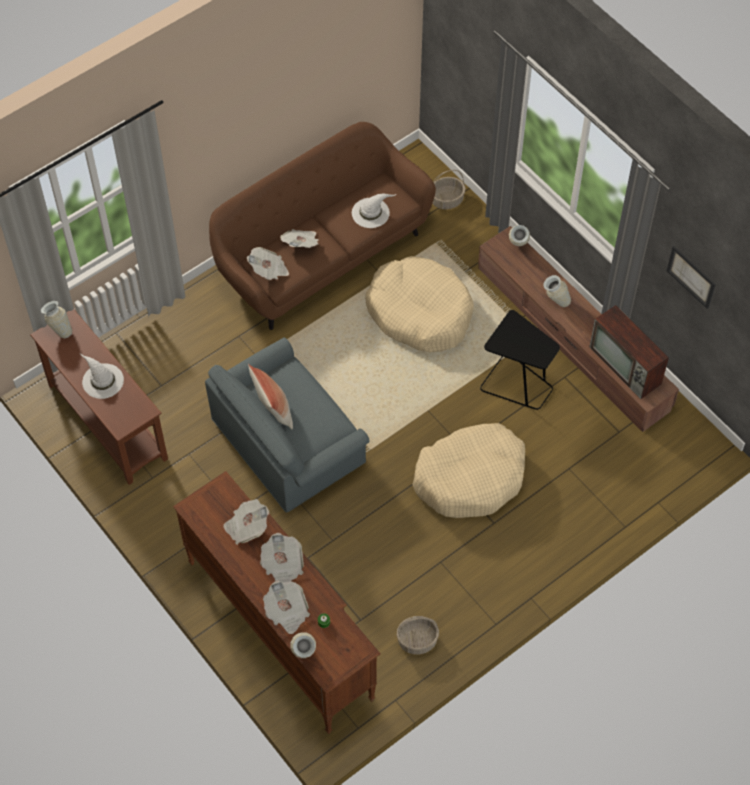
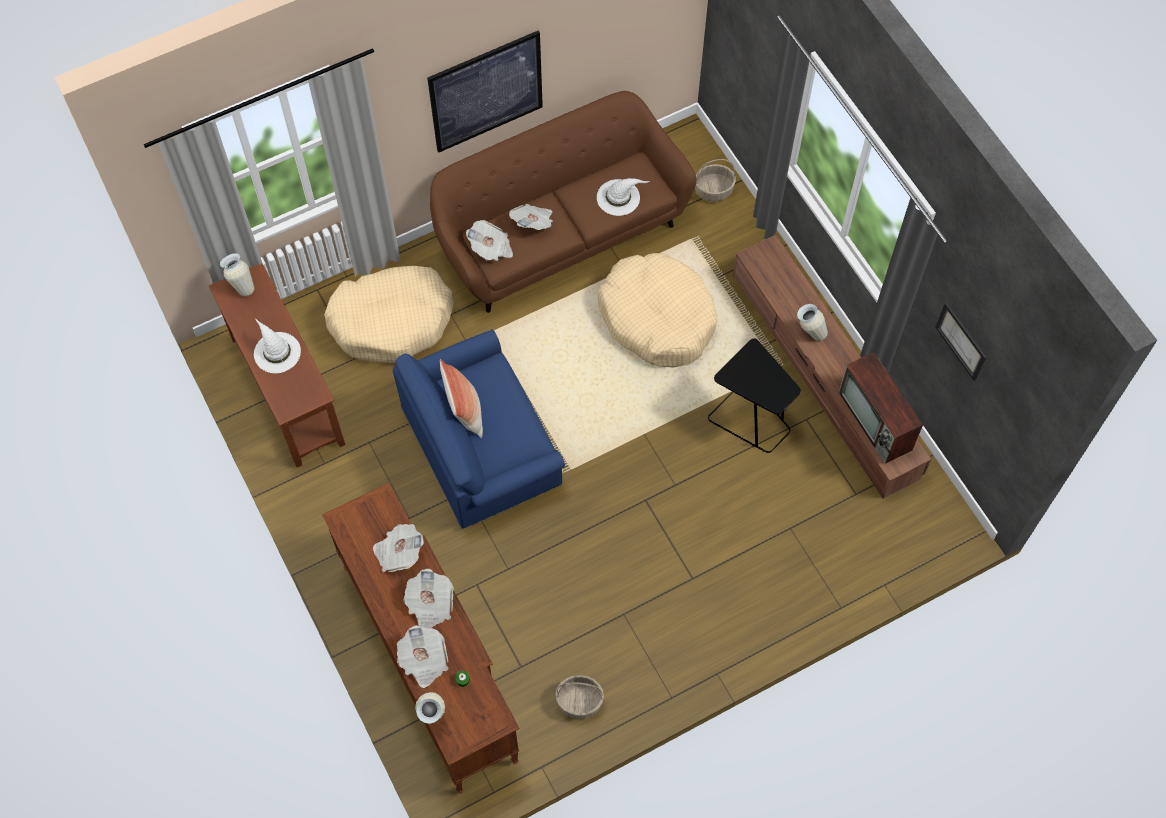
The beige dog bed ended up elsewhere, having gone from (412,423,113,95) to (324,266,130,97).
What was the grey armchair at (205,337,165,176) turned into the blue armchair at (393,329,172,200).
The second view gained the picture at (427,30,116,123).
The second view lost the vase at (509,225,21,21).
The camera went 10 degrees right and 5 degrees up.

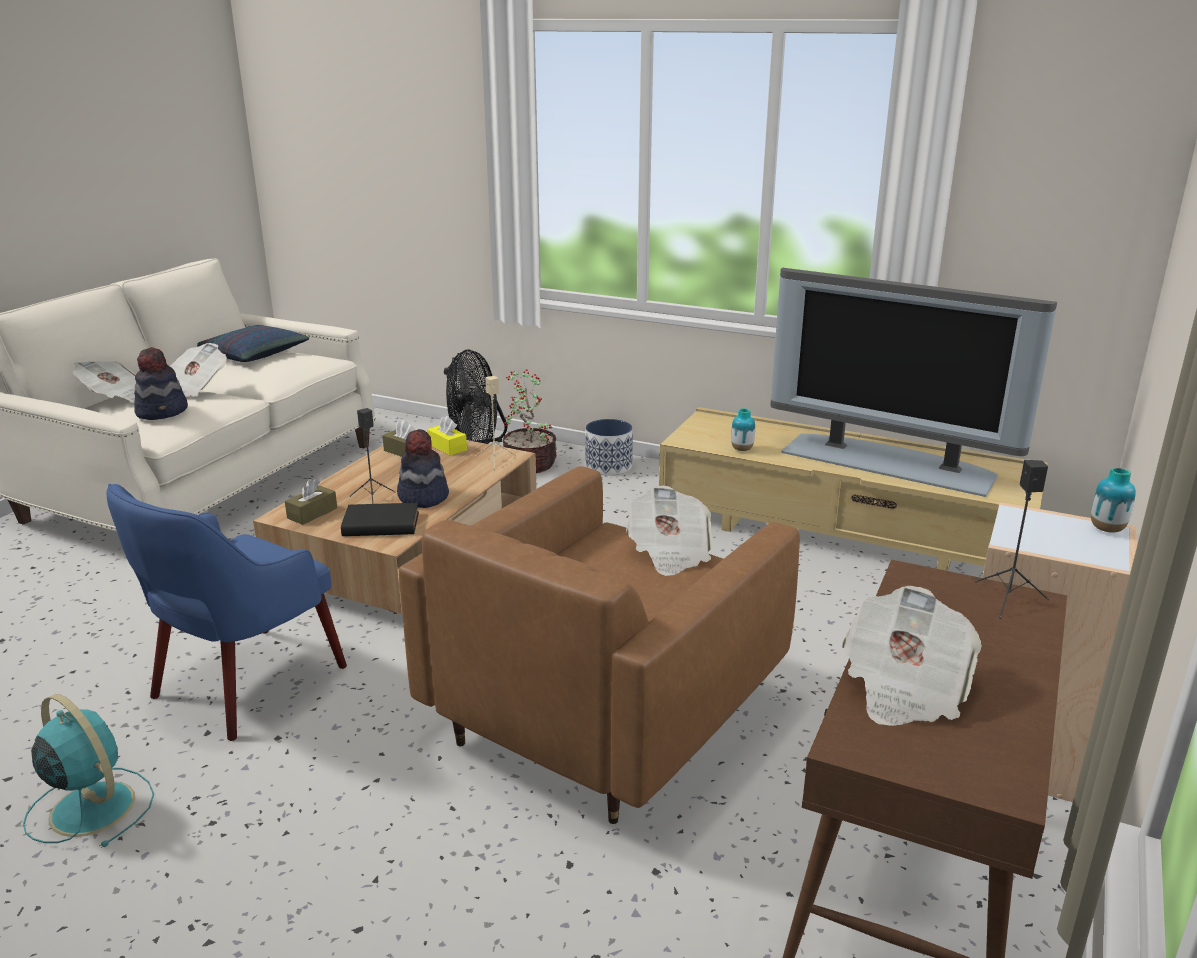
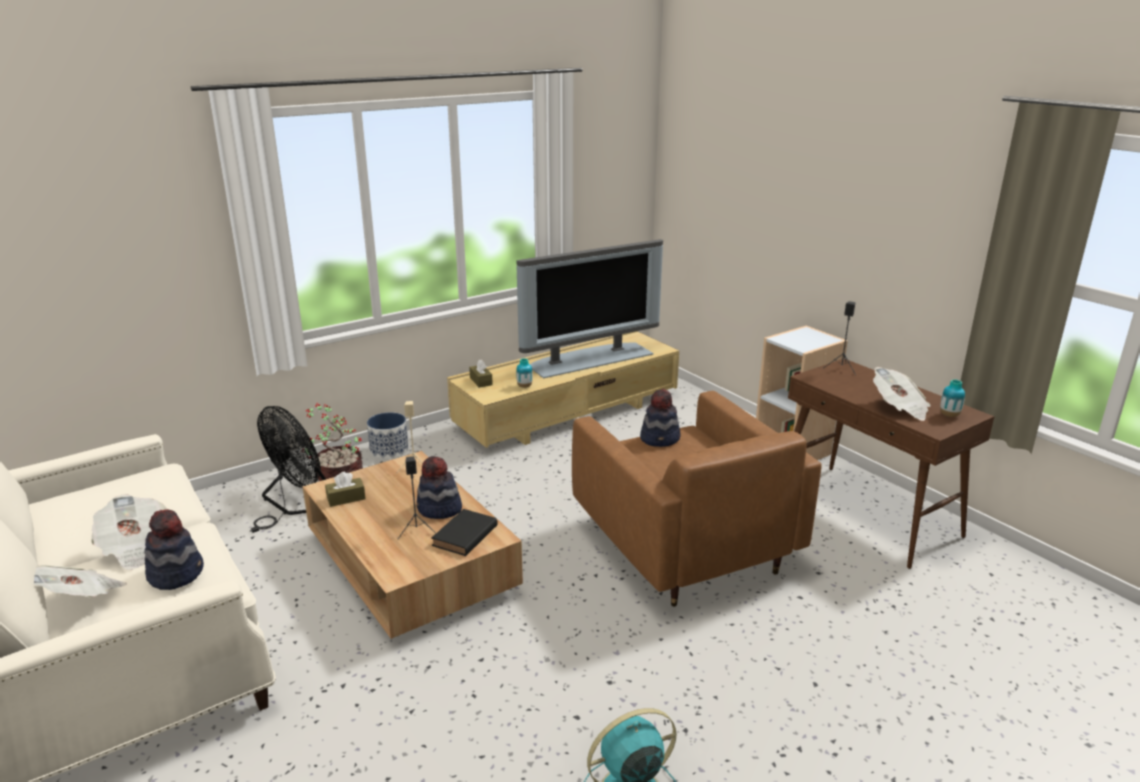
The brown tissue box ended up elsewhere, having gone from (285,479,52,46) to (469,360,24,28).
Where the newspaper stood at (626,486,87,90), the hat came to stand at (640,389,41,58).
The vase ended up elsewhere, having gone from (1091,467,45,66) to (940,379,25,38).
The second view lost the blue armchair at (107,484,240,257).
The second view lost the blue pillow at (197,325,112,37).
The second view lost the yellow tissue box at (427,416,40,40).
The camera went 60 degrees left and 0 degrees up.

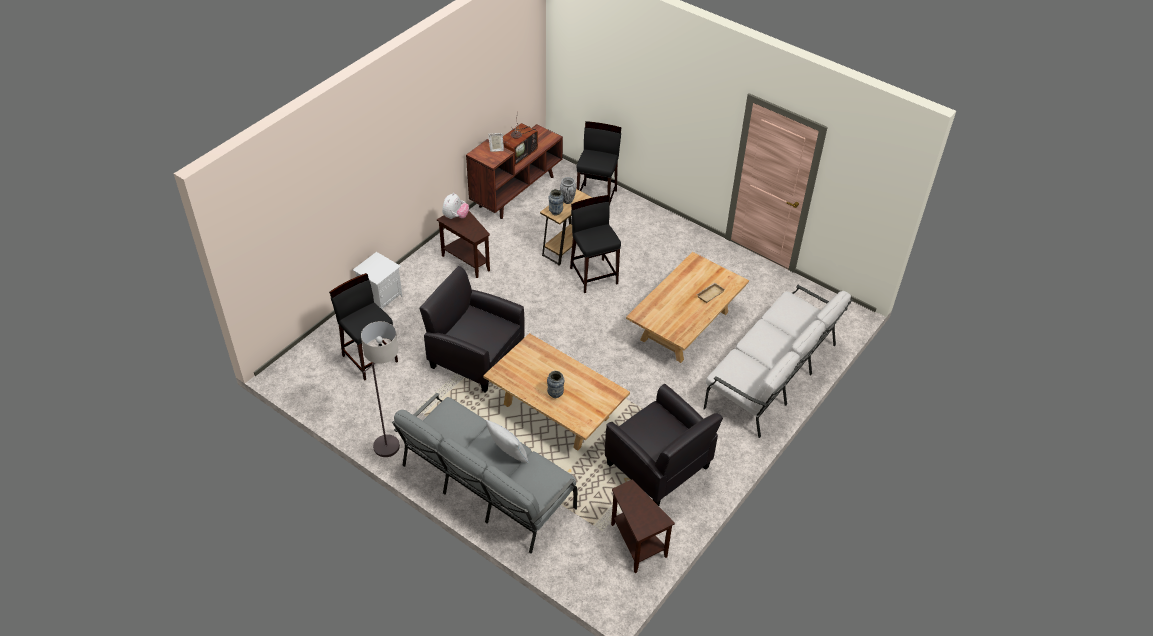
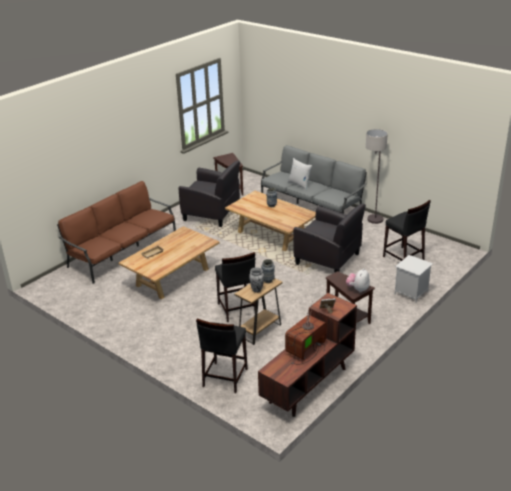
What was the white sofa at (704,285,149,153) turned into the brown sofa at (57,181,119,103).
The black armchair at (605,384,118,122) ended up facing another way, 150 degrees clockwise from before.
The camera went 175 degrees left and 15 degrees down.

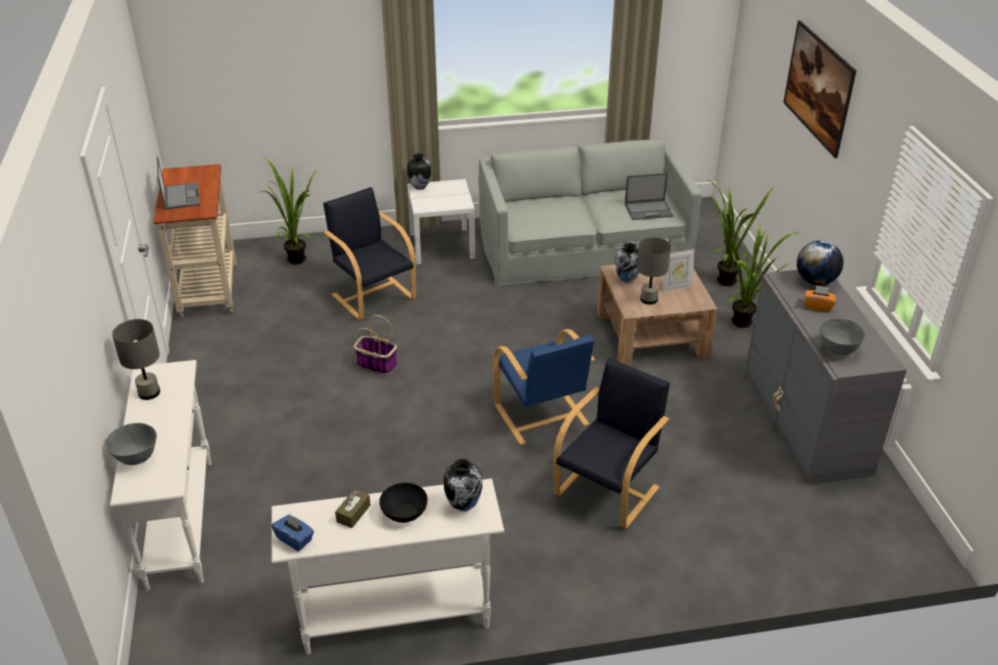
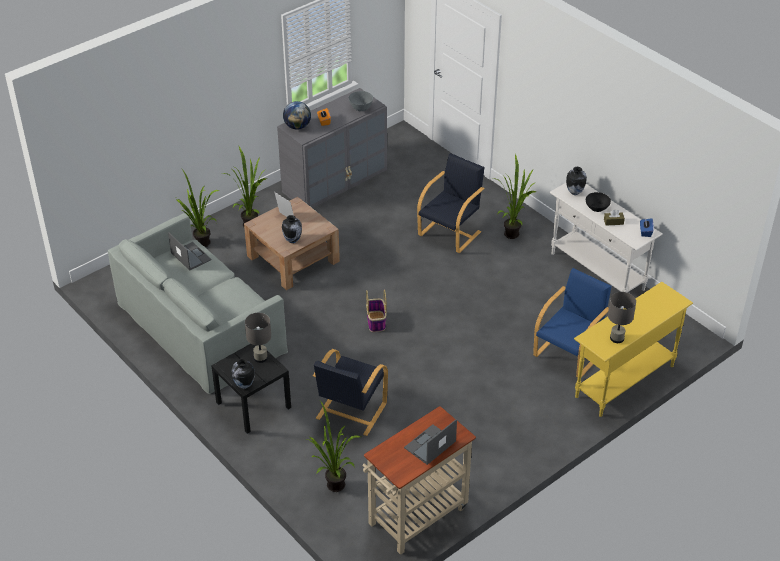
What was the white side table at (407,179,68,86) turned into the black side table at (211,344,80,90).
The grey table lamp ended up elsewhere, having gone from (637,237,34,68) to (245,313,26,50).
The basket ended up elsewhere, having gone from (354,315,43,60) to (366,289,21,43).
The black armchair at (554,358,116,171) ended up facing another way, 120 degrees clockwise from before.
The second view gained the potted plant at (493,155,44,84).
The blue armchair ended up elsewhere, having gone from (493,329,102,116) to (533,268,79,110).
What was the white console table at (110,360,102,231) turned into the yellow console table at (574,282,119,135).
The second view lost the grey bowl at (105,423,52,42).
The second view lost the picture at (783,21,73,137).
The camera went 120 degrees left and 5 degrees up.

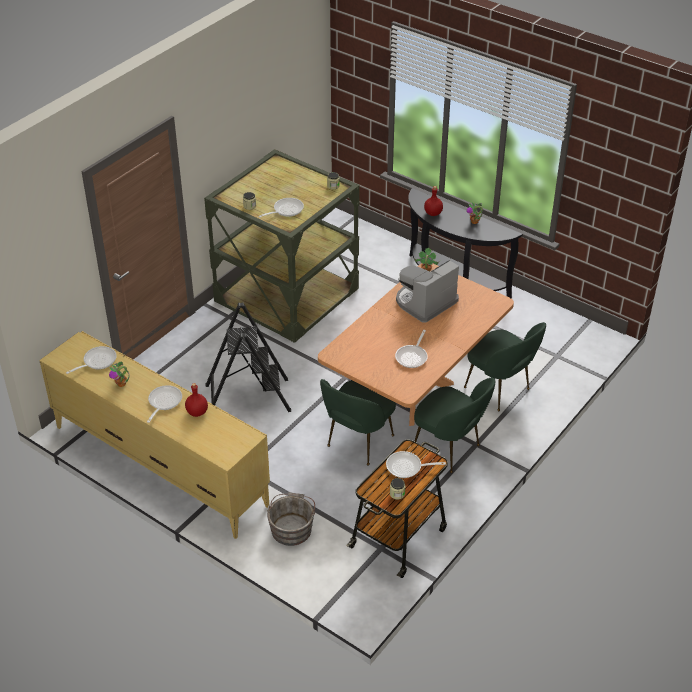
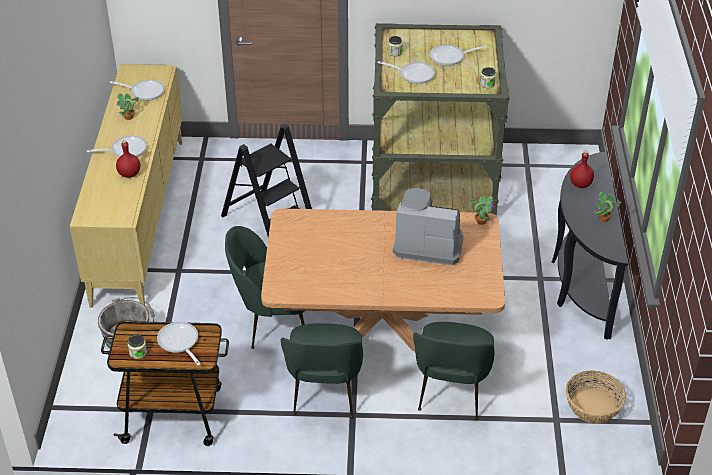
The frying pan ended up elsewhere, having gone from (395,330,33,38) to (430,45,57,21).
The second view gained the basket at (566,370,60,54).
The camera went 55 degrees right and 0 degrees up.

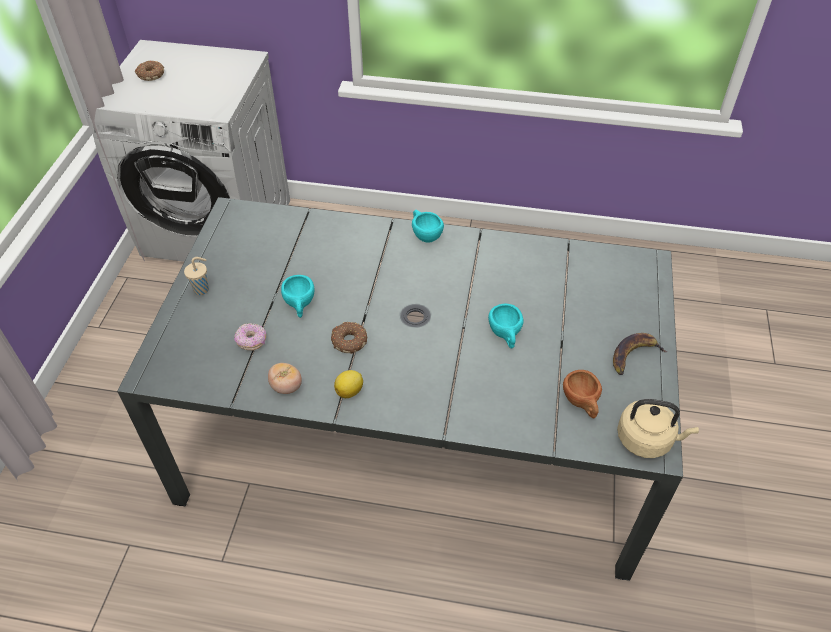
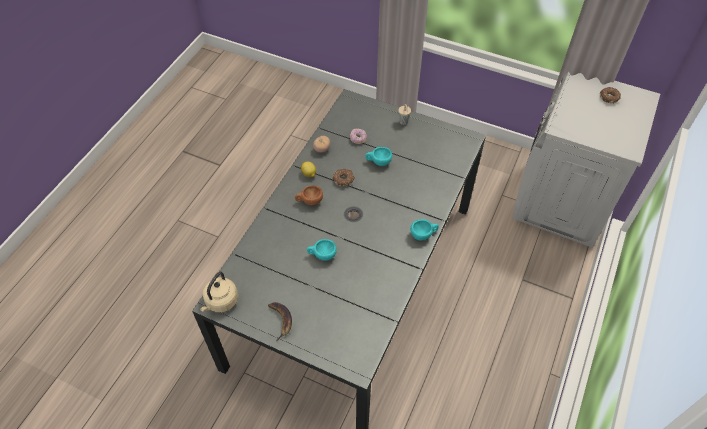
The brown cup ended up elsewhere, having gone from (563,370,39,48) to (295,185,28,20).
The camera went 105 degrees right and 5 degrees up.

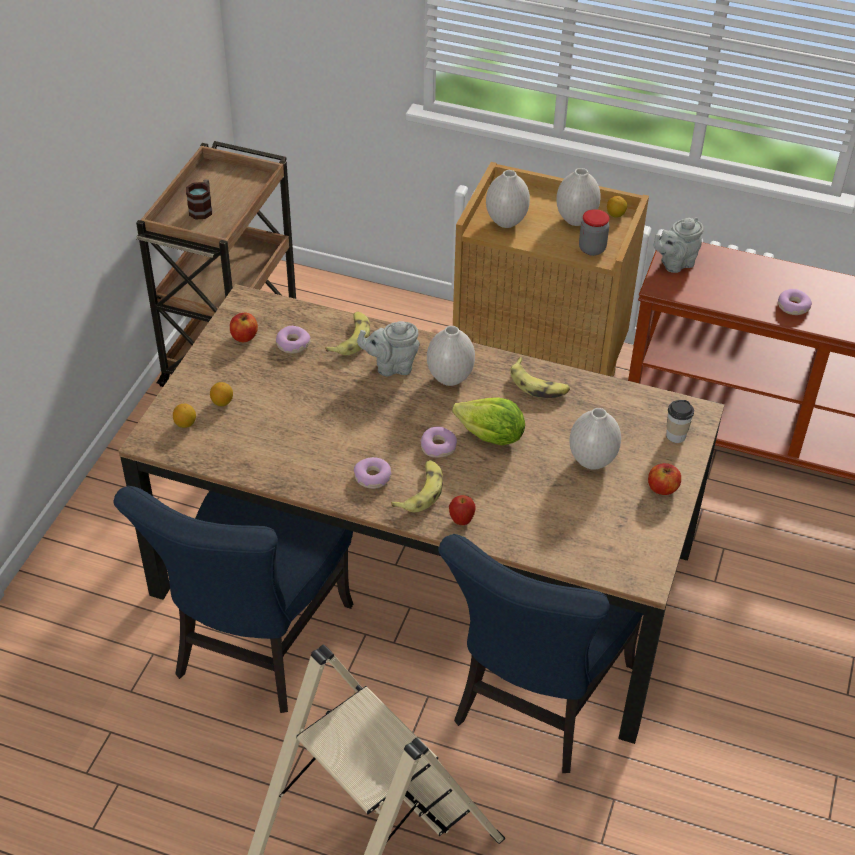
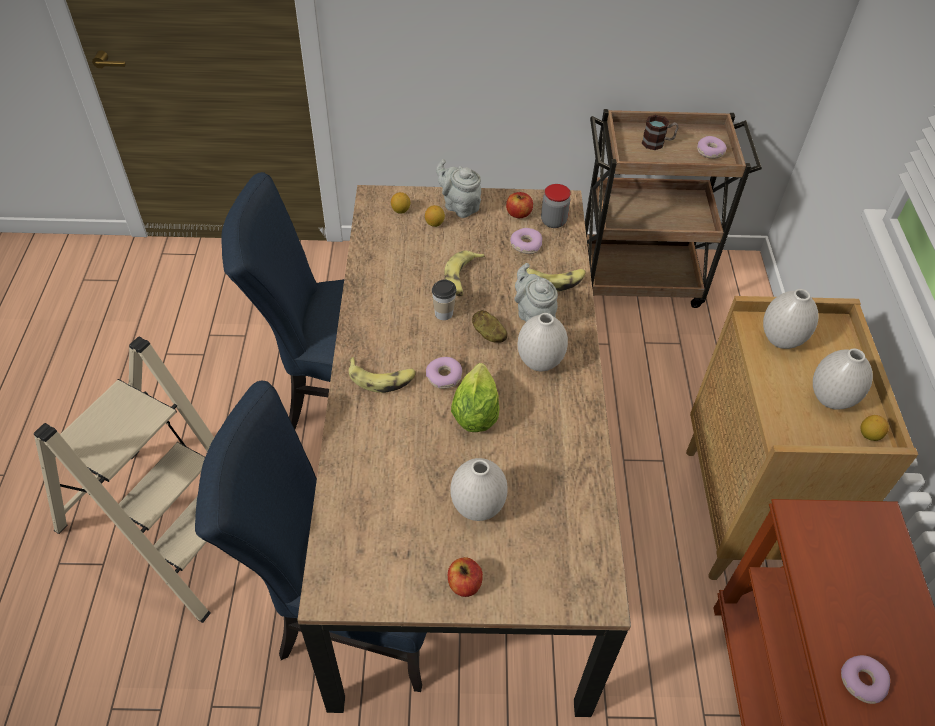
The cup ended up elsewhere, having gone from (666,400,28,43) to (432,279,25,41).
The grey teapot ended up elsewhere, having gone from (653,217,51,56) to (436,159,45,59).
The banana ended up elsewhere, having gone from (510,357,60,41) to (444,250,41,47).
The second view gained the potato at (472,310,35,33).
The jar ended up elsewhere, having gone from (579,209,30,47) to (541,184,30,44).
The donut ended up elsewhere, having gone from (354,457,38,32) to (697,136,30,23).
The second view lost the apple at (449,495,27,30).
The camera went 70 degrees right and 5 degrees up.

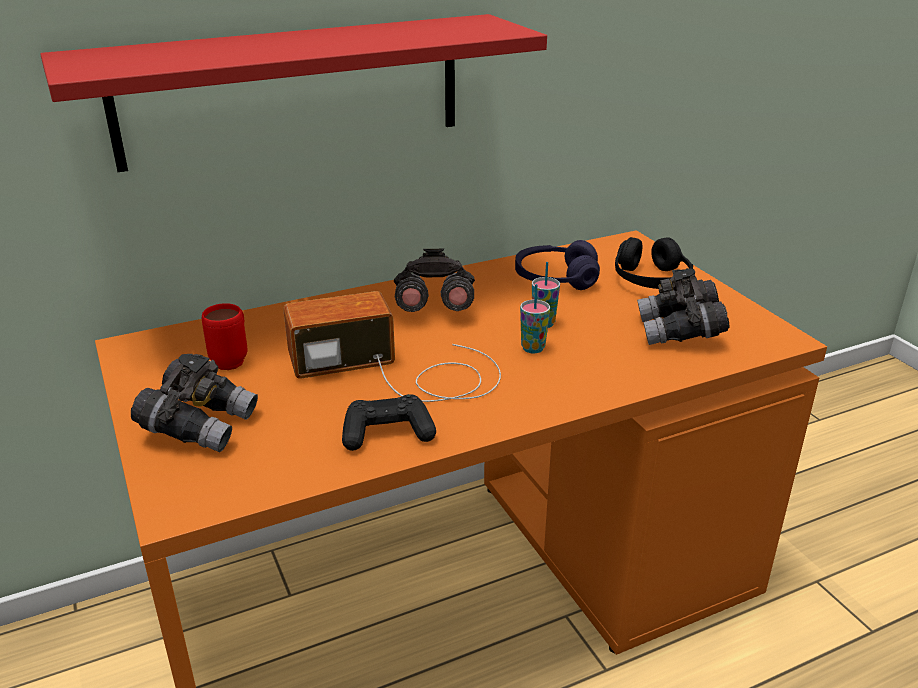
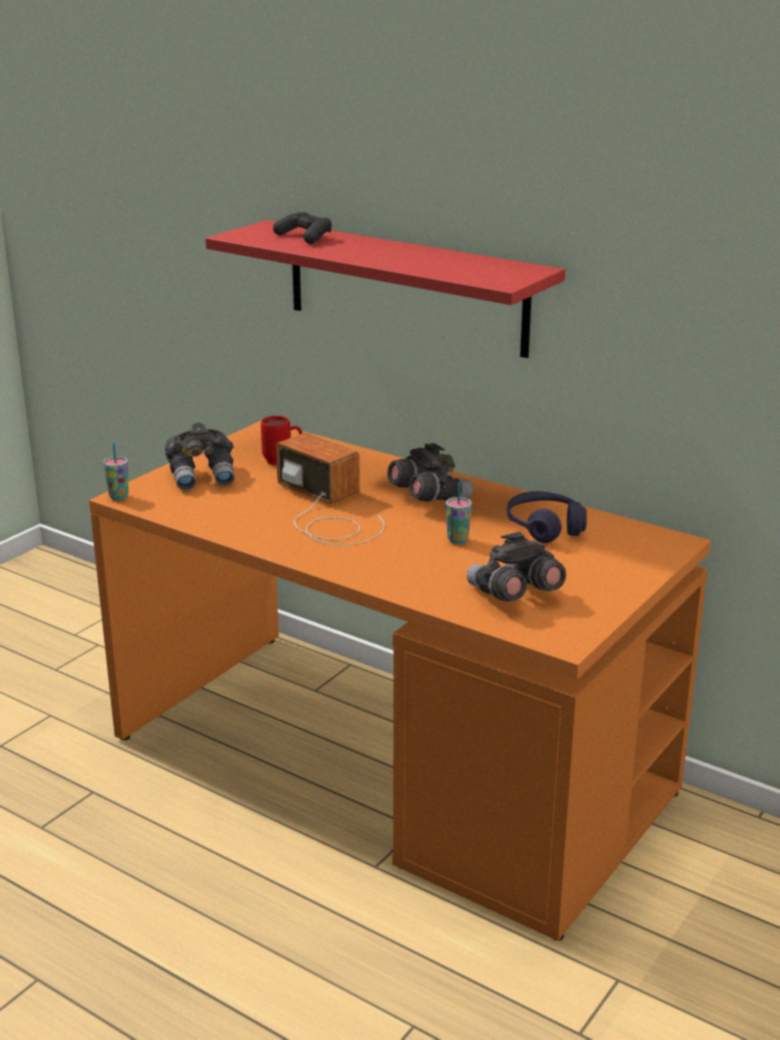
The cup ended up elsewhere, having gone from (520,284,30,69) to (103,443,26,57).
The black game controller ended up elsewhere, having gone from (342,394,94,57) to (273,212,59,32).
The second view lost the black headphones at (615,237,78,52).
The camera went 60 degrees right and 5 degrees down.

